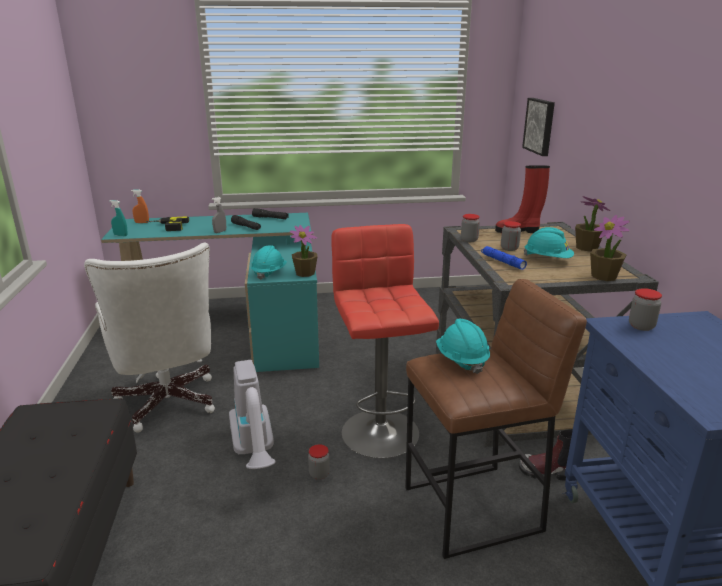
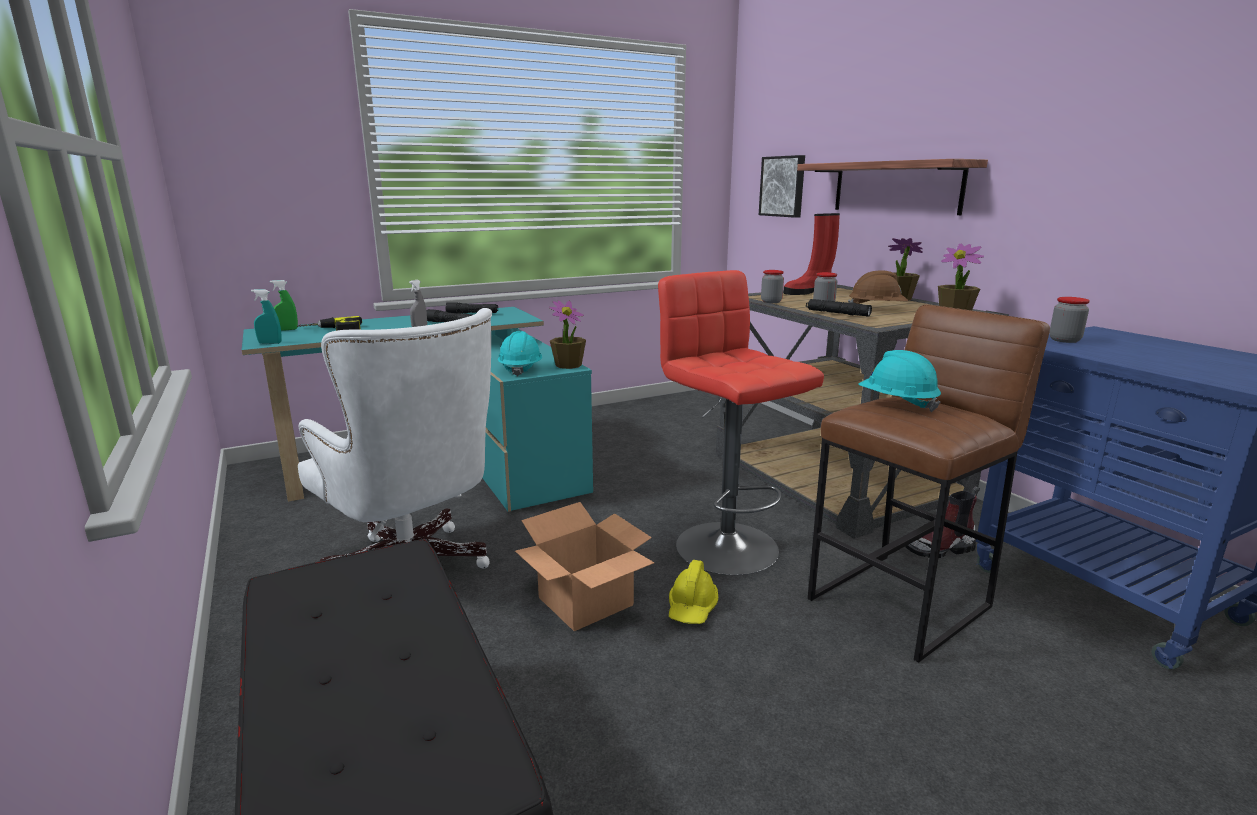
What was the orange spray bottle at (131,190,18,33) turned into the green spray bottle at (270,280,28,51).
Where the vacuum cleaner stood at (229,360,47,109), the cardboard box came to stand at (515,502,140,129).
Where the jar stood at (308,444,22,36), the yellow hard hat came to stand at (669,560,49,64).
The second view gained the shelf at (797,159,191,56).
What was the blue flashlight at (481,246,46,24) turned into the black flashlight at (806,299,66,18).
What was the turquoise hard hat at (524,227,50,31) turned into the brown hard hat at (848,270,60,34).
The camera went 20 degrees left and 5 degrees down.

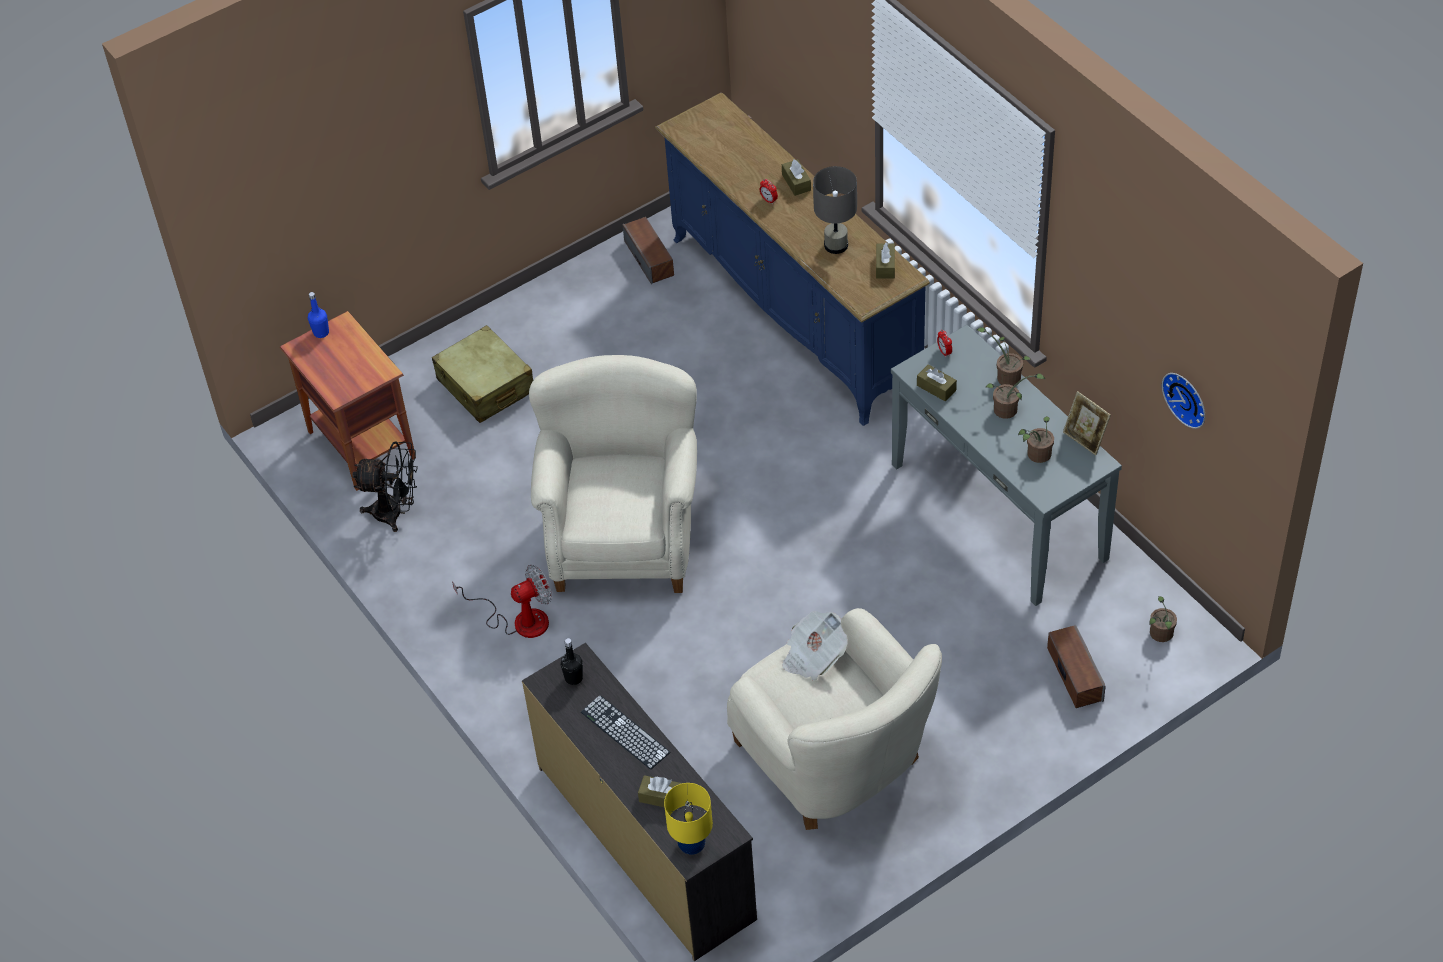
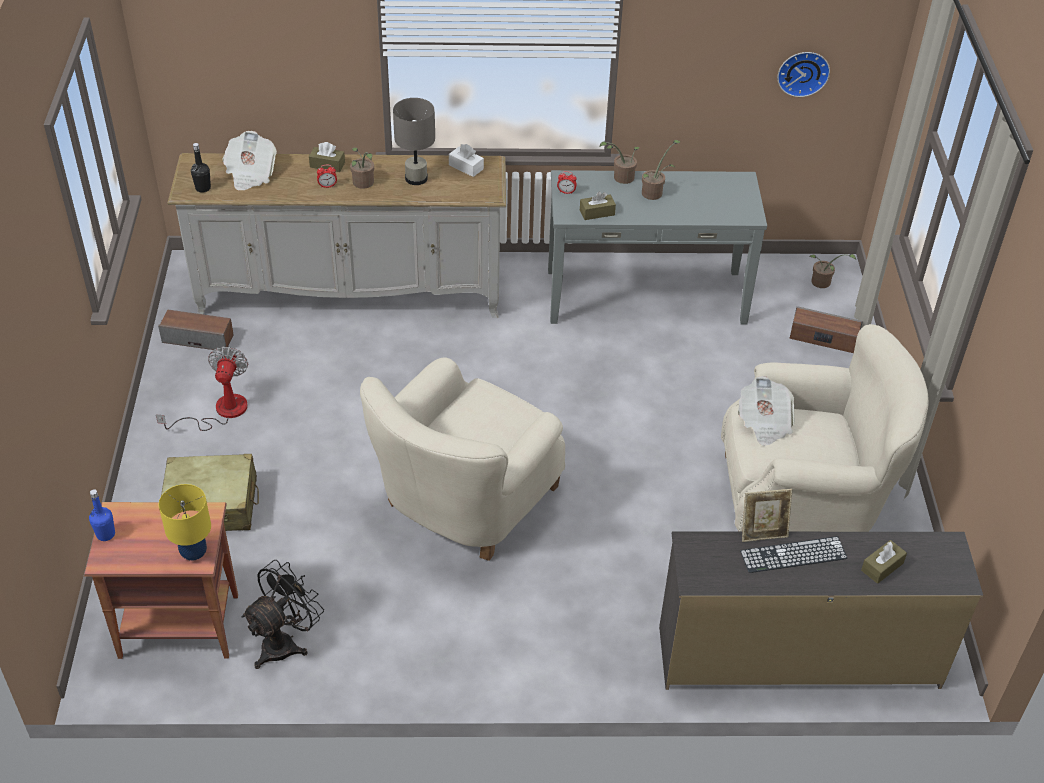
The fan ended up elsewhere, having gone from (452,565,100,73) to (156,346,92,85).
The yellow table lamp ended up elsewhere, having gone from (664,783,49,72) to (159,484,52,77).
What was the blue cabinet at (655,93,275,333) turned into the grey cabinet at (167,153,339,165).
The black bottle ended up elsewhere, having gone from (561,638,22,47) to (191,143,20,50).
The second view gained the newspaper at (222,131,55,60).
The potted plant ended up elsewhere, having gone from (1018,416,36,47) to (350,148,24,41).
The beige armchair at (529,355,168,238) ended up facing another way, 90 degrees counterclockwise from before.
What was the brown tissue box at (876,242,19,36) turned into the white tissue box at (449,144,35,33).
The picture frame ended up elsewhere, having gone from (1063,391,48,64) to (742,489,51,53).
The camera went 60 degrees left and 5 degrees down.

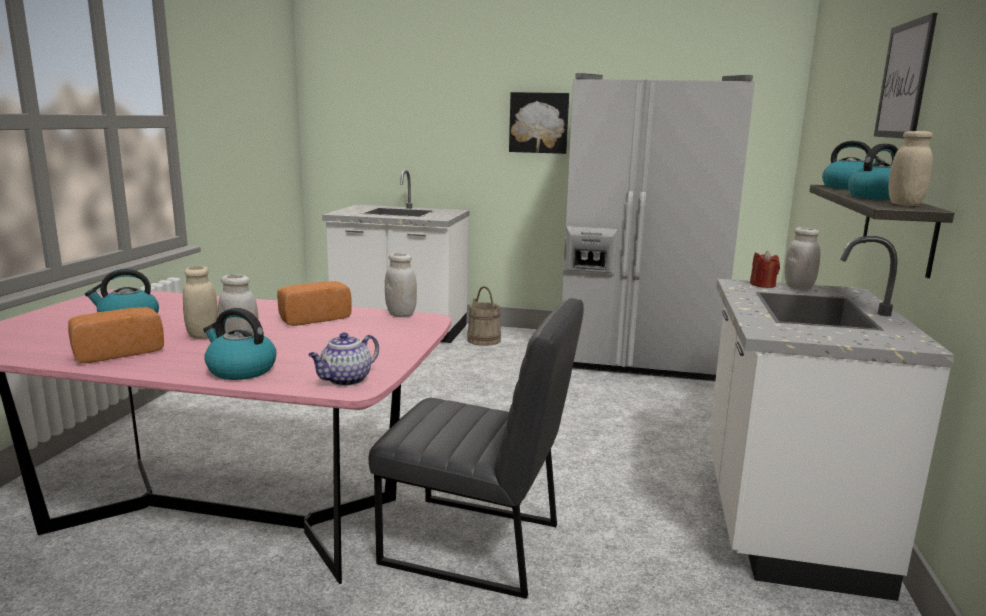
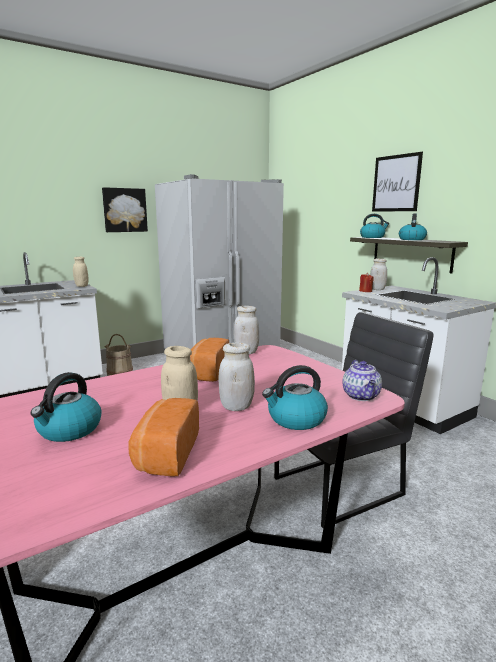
The beige jar ended up elsewhere, having gone from (889,131,44,75) to (73,257,15,30).
The camera went 45 degrees left and 0 degrees up.

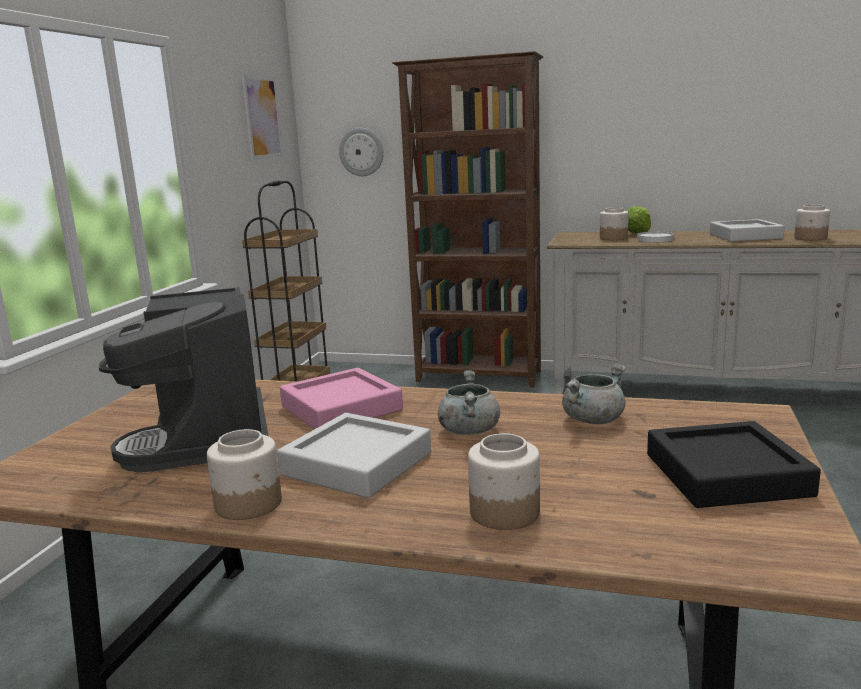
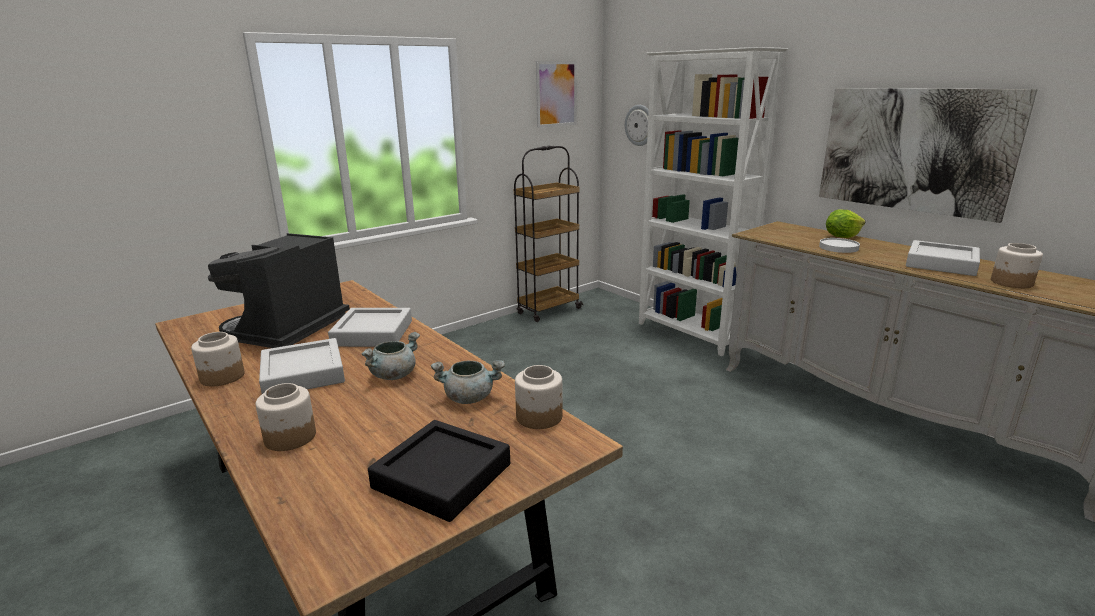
What was the pink tray at (280,368,123,61) turned into the grey tray at (328,308,84,39).
The jar ended up elsewhere, having gone from (600,207,29,33) to (515,365,48,64).
What was the brown bookcase at (392,51,152,337) turned into the white bookcase at (639,47,149,309).
The second view gained the picture at (819,88,219,135).
The camera went 35 degrees right and 5 degrees up.

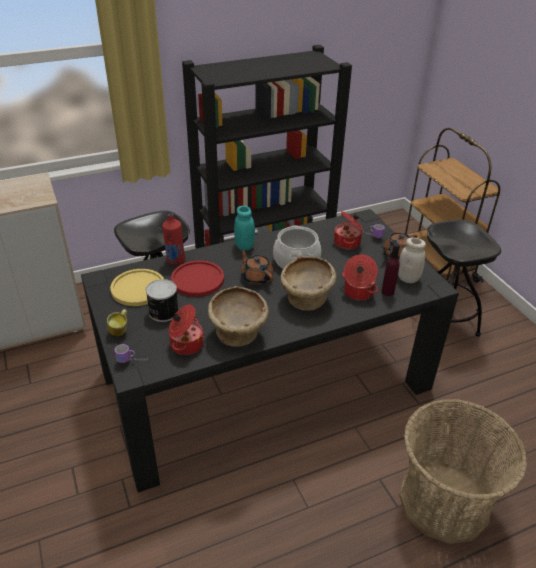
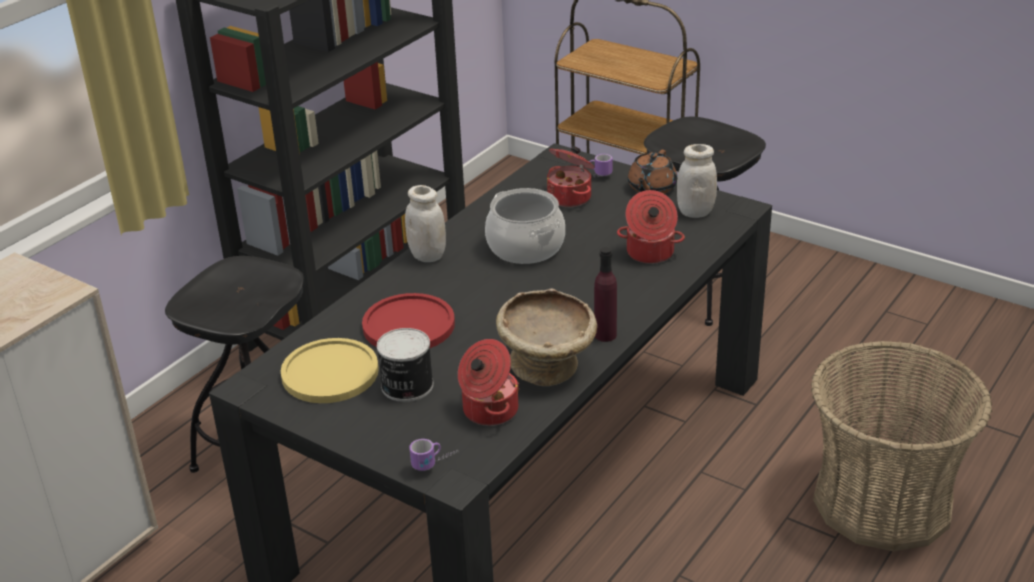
What was the turquoise jar at (234,206,21,45) turned into the white jar at (405,185,41,77).
The purple bottle ended up elsewhere, having gone from (381,243,19,53) to (594,247,23,95).
The second view lost the mug at (107,309,20,27).
The second view lost the red bottle at (162,213,23,52).
The second view lost the brown teapot at (241,249,33,36).
The second view lost the beige bowl at (280,256,57,55).
The camera went 30 degrees left and 5 degrees down.

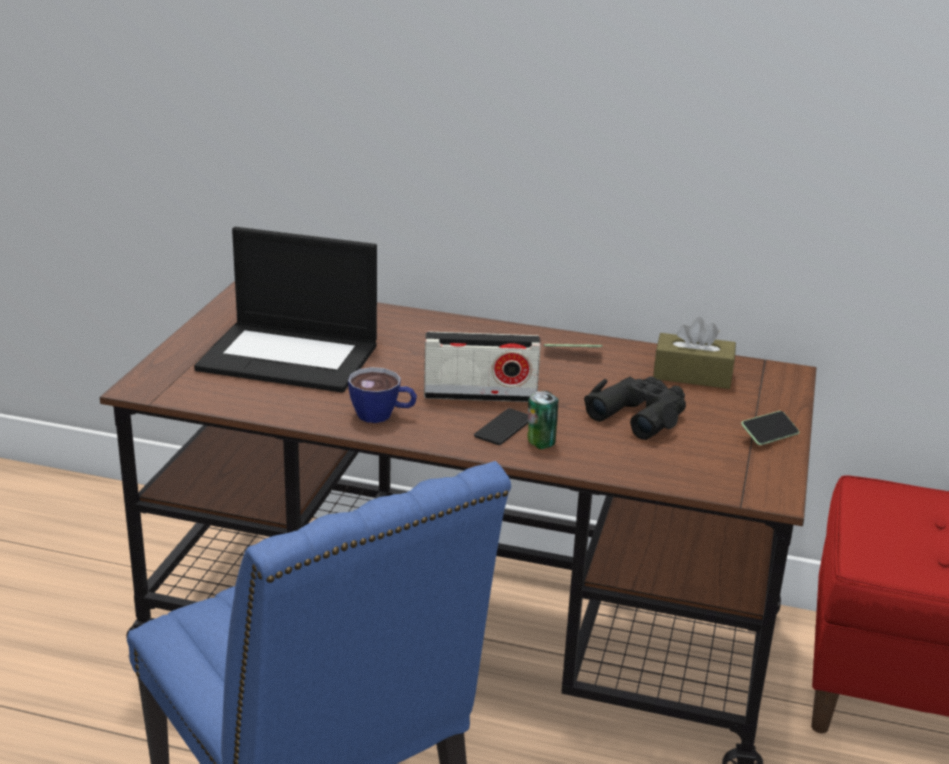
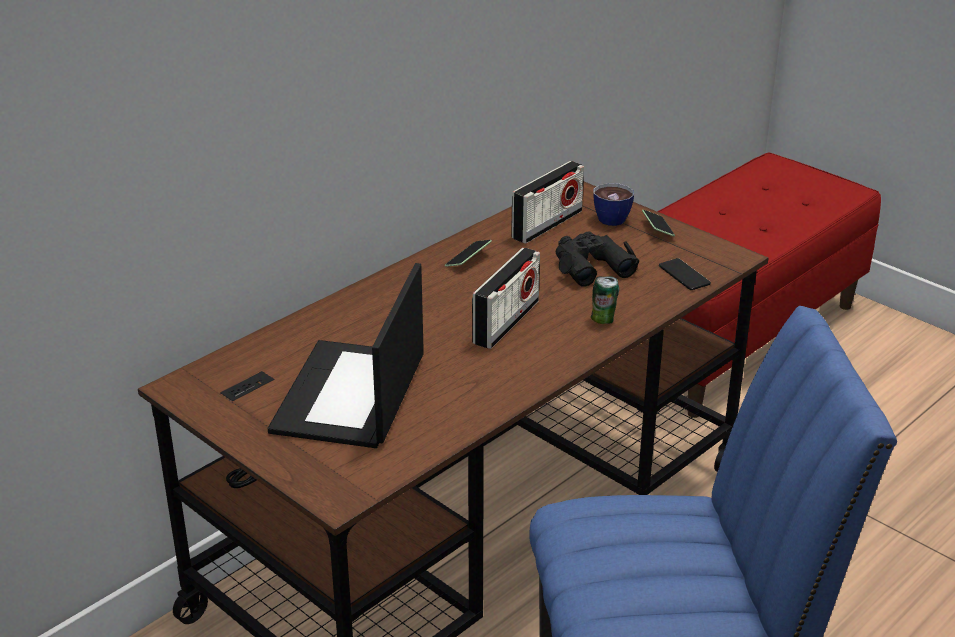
The laptop at (194,227,183,166) ended up facing another way, 150 degrees clockwise from before.
Where the brown tissue box stood at (653,317,83,72), the radio came to stand at (511,161,73,83).
The cup ended up elsewhere, having gone from (348,367,69,56) to (593,183,41,43).
The phone ended up elsewhere, having gone from (474,408,54,37) to (659,258,52,32).
The camera went 60 degrees left and 5 degrees up.

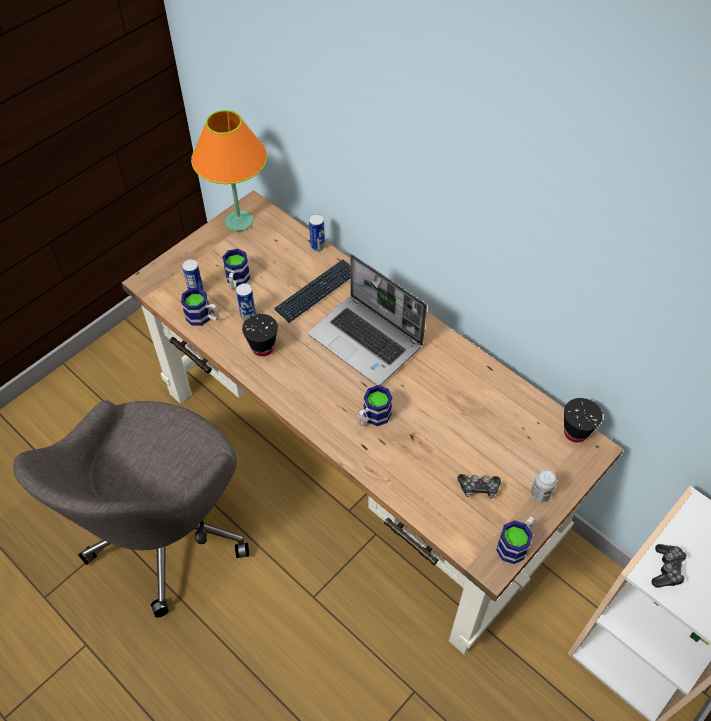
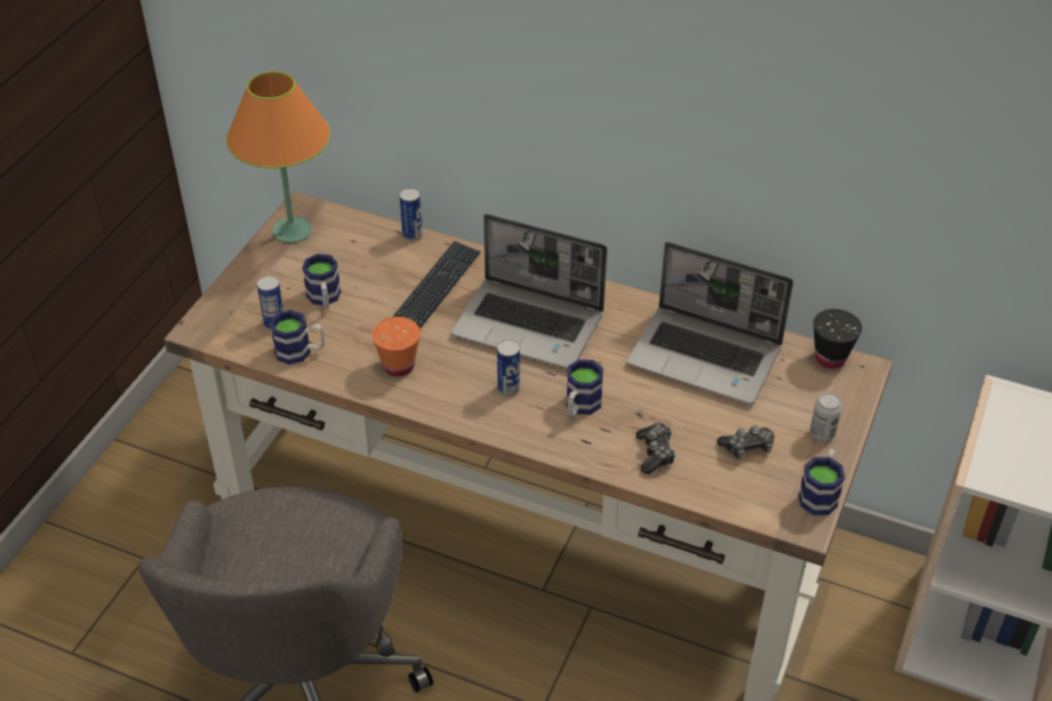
What was the black cup at (242,314,36,42) turned into the orange cup at (372,317,48,59).
The can ended up elsewhere, having gone from (236,283,20,38) to (497,340,23,56).
The second view gained the laptop at (627,242,166,162).
The game controller ended up elsewhere, having gone from (652,544,35,44) to (636,423,40,51).
The camera went 20 degrees left and 10 degrees down.

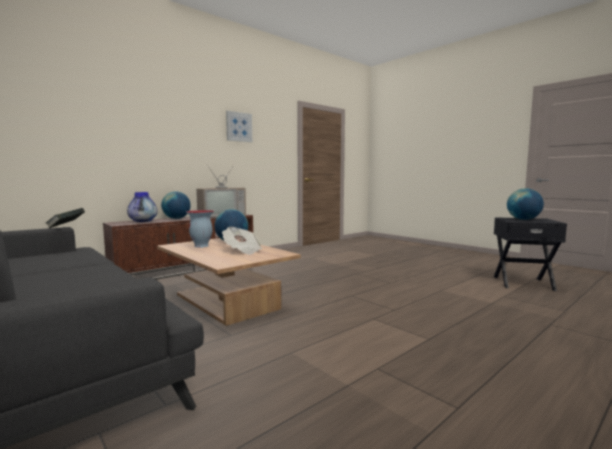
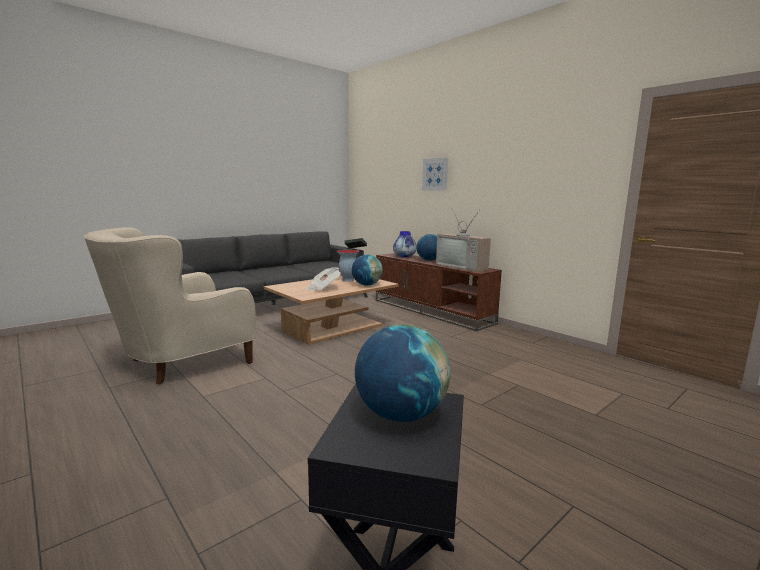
The second view gained the beige armchair at (84,227,172,157).
The picture ended up elsewhere, having gone from (226,111,26,31) to (422,158,26,33).
The camera went 90 degrees right and 5 degrees up.

